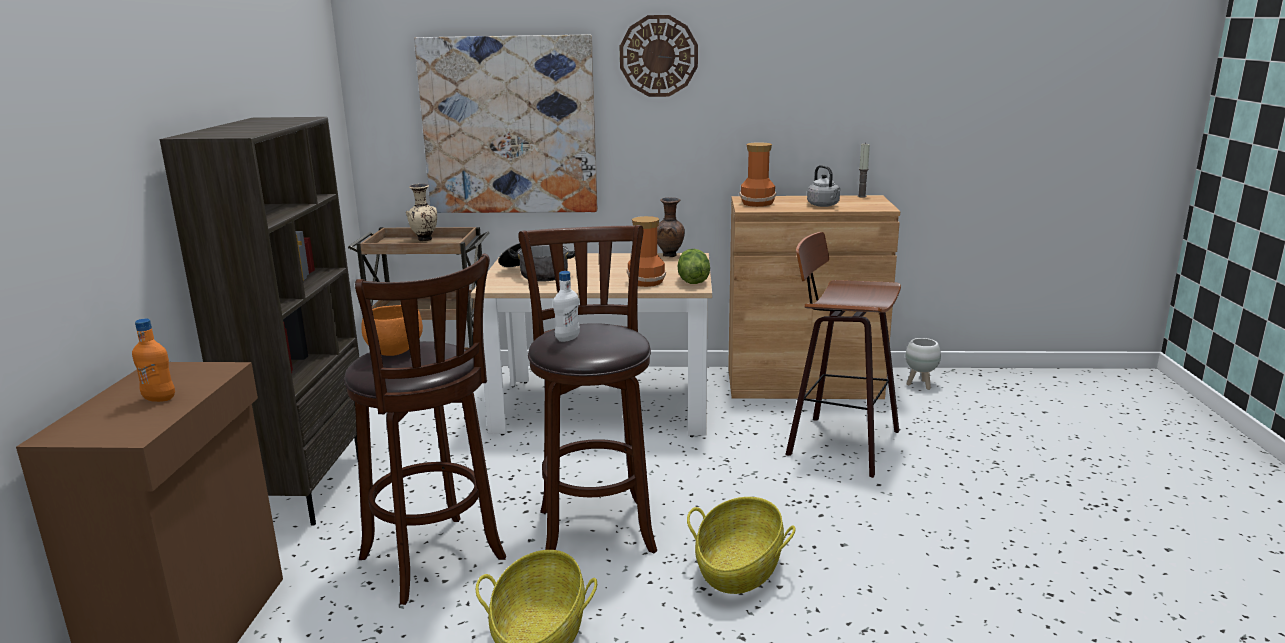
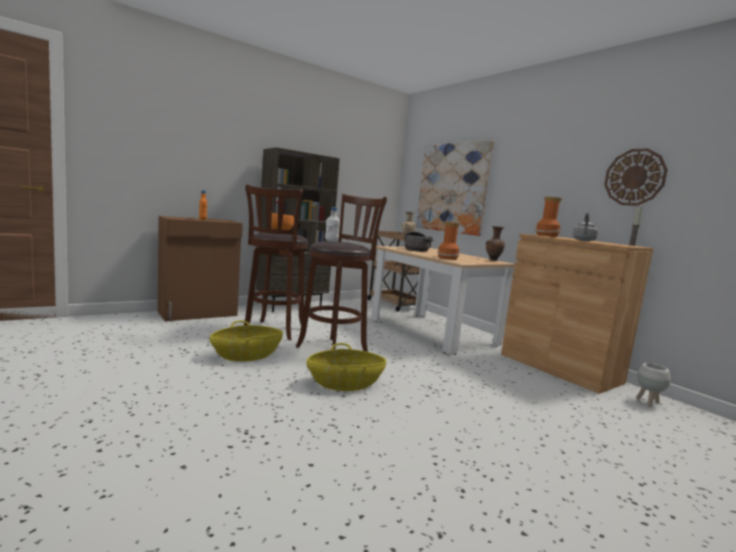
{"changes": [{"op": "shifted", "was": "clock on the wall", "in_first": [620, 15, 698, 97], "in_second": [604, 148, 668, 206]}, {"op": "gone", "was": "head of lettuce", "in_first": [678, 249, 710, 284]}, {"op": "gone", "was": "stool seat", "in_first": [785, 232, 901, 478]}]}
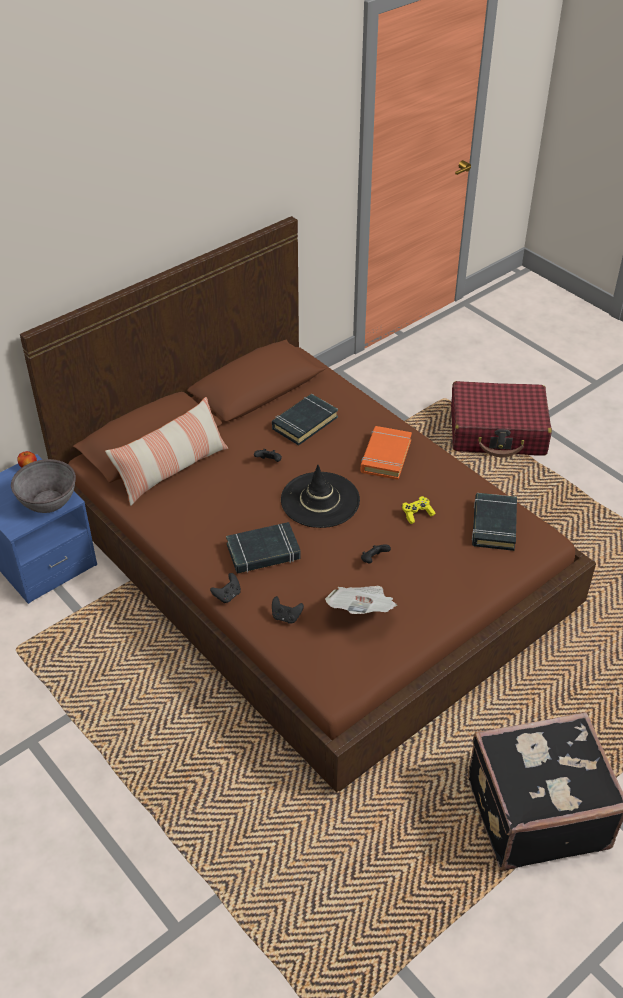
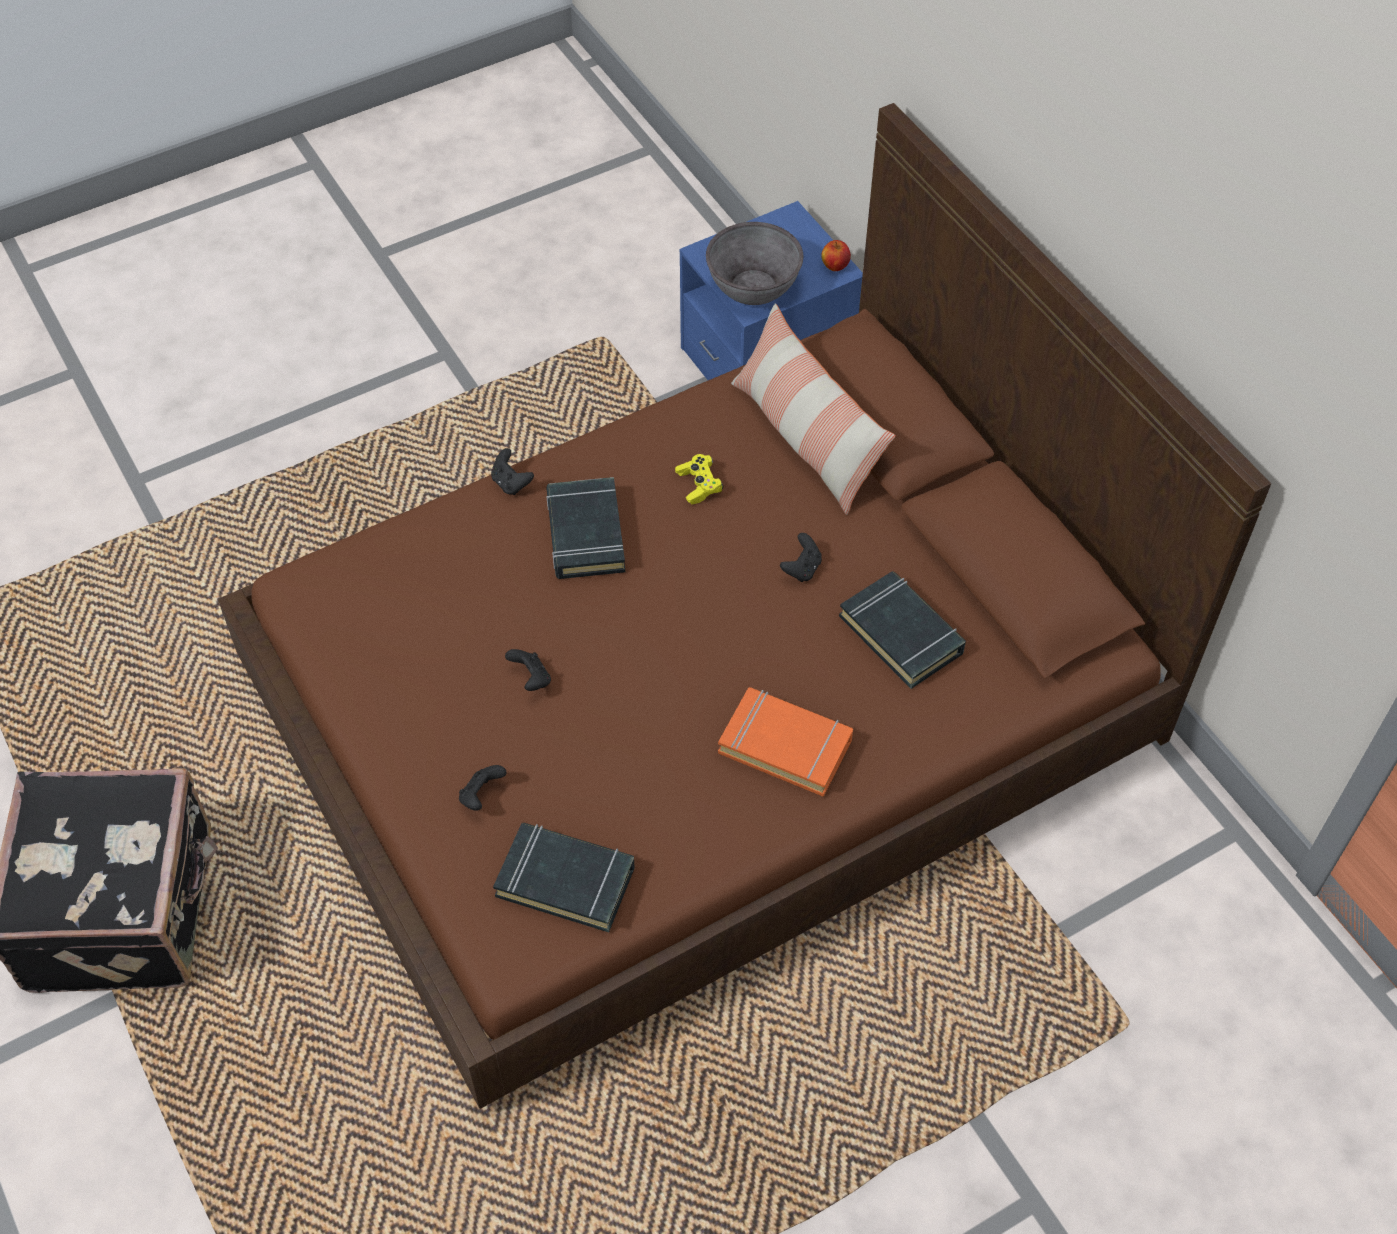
{"changes": [{"op": "shifted", "was": "joypad in blackish", "in_first": [272, 596, 304, 623], "in_second": [459, 765, 506, 811]}, {"op": "shifted", "was": "joypad in yellow-coloured", "in_first": [402, 496, 435, 524], "in_second": [675, 454, 724, 505]}, {"op": "gone", "was": "wearable hat in blackish", "in_first": [281, 465, 360, 528]}, {"op": "gone", "was": "newspaper", "in_first": [325, 586, 397, 614]}, {"op": "gone", "was": "suitcase in red", "in_first": [451, 381, 552, 457]}]}
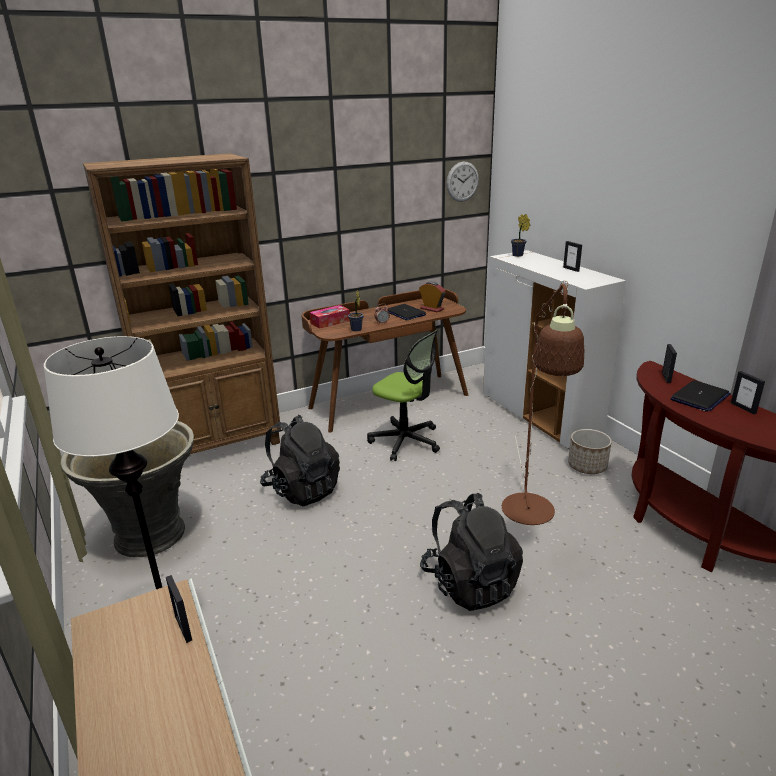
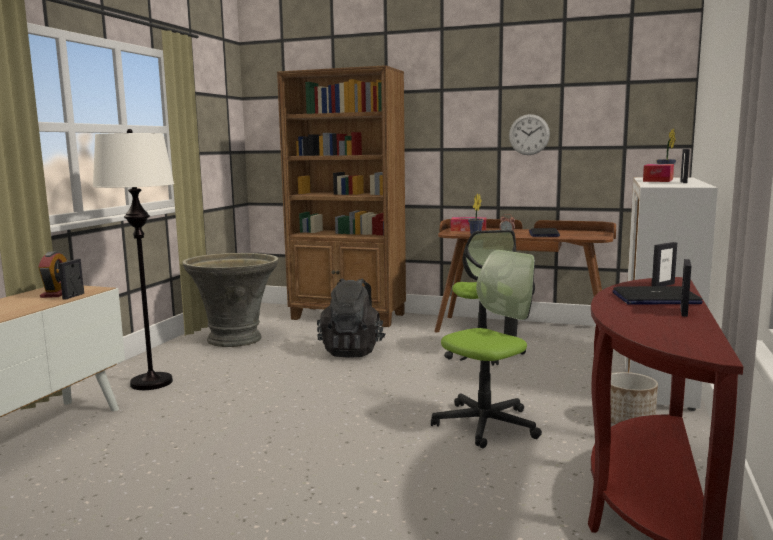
{"changes": [{"op": "shifted", "was": "alarm clock", "in_first": [419, 282, 446, 313], "in_second": [38, 251, 67, 298]}, {"op": "swapped", "was": "floor lamp in brown-coloured", "now": "computer chair", "in_first": [502, 280, 585, 525], "in_second": [431, 250, 542, 448]}, {"op": "shifted", "was": "clock on the wall", "in_first": [446, 162, 479, 202], "in_second": [509, 114, 550, 155]}, {"op": "new", "now": "tissue holder", "in_second": [643, 164, 674, 182]}, {"op": "gone", "was": "rucksack in blackish", "in_first": [420, 493, 523, 611]}]}
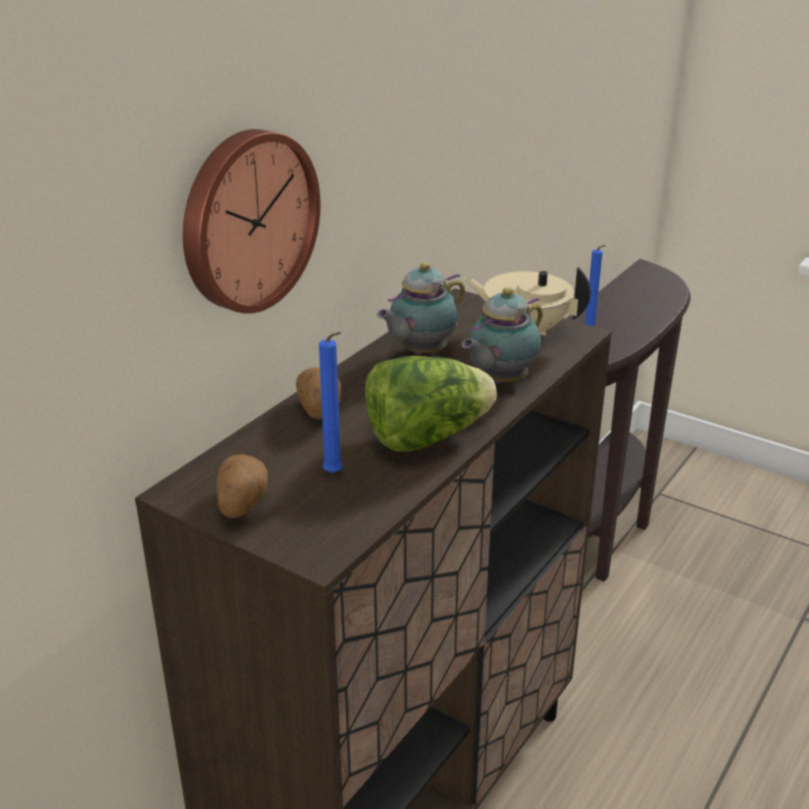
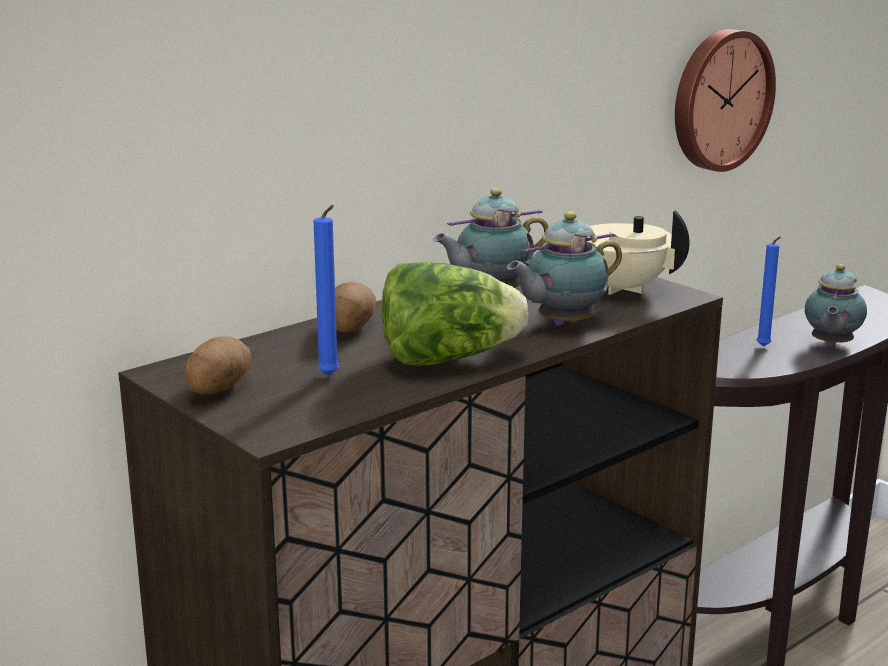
{"changes": [{"op": "shifted", "was": "clock on the wall", "in_first": [183, 129, 321, 314], "in_second": [675, 29, 776, 172]}, {"op": "new", "now": "tea pot", "in_second": [805, 264, 867, 347]}]}
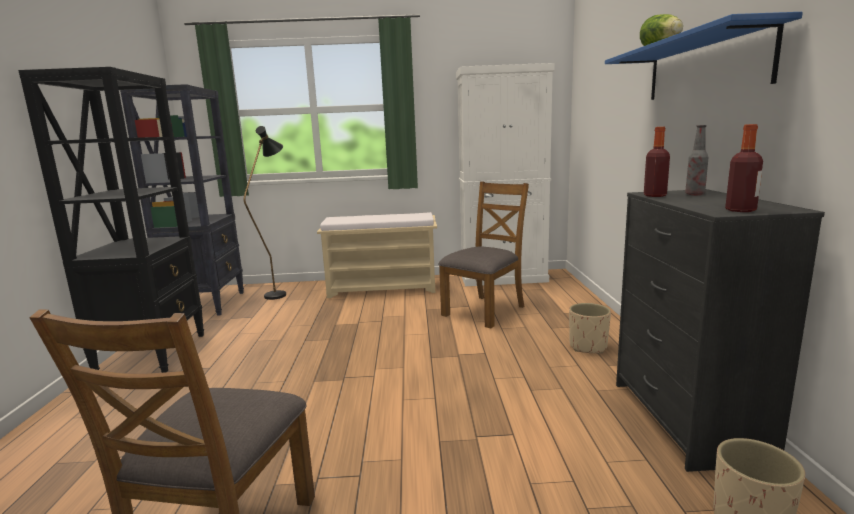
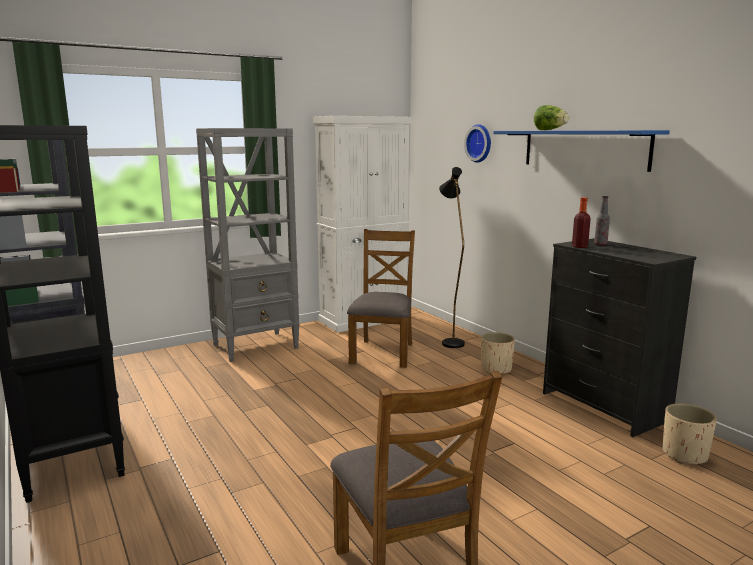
{"changes": [{"op": "swapped", "was": "indoor bench in sand-coloured", "now": "bookshelf in gray", "in_first": [317, 212, 437, 298], "in_second": [196, 128, 299, 362]}, {"op": "shifted", "was": "floor lamp in blackish", "in_first": [244, 126, 286, 300], "in_second": [439, 167, 465, 348]}, {"op": "new", "now": "clock on the wall", "in_second": [464, 124, 491, 163]}, {"op": "gone", "was": "beverage bottle", "in_first": [725, 124, 763, 212]}]}
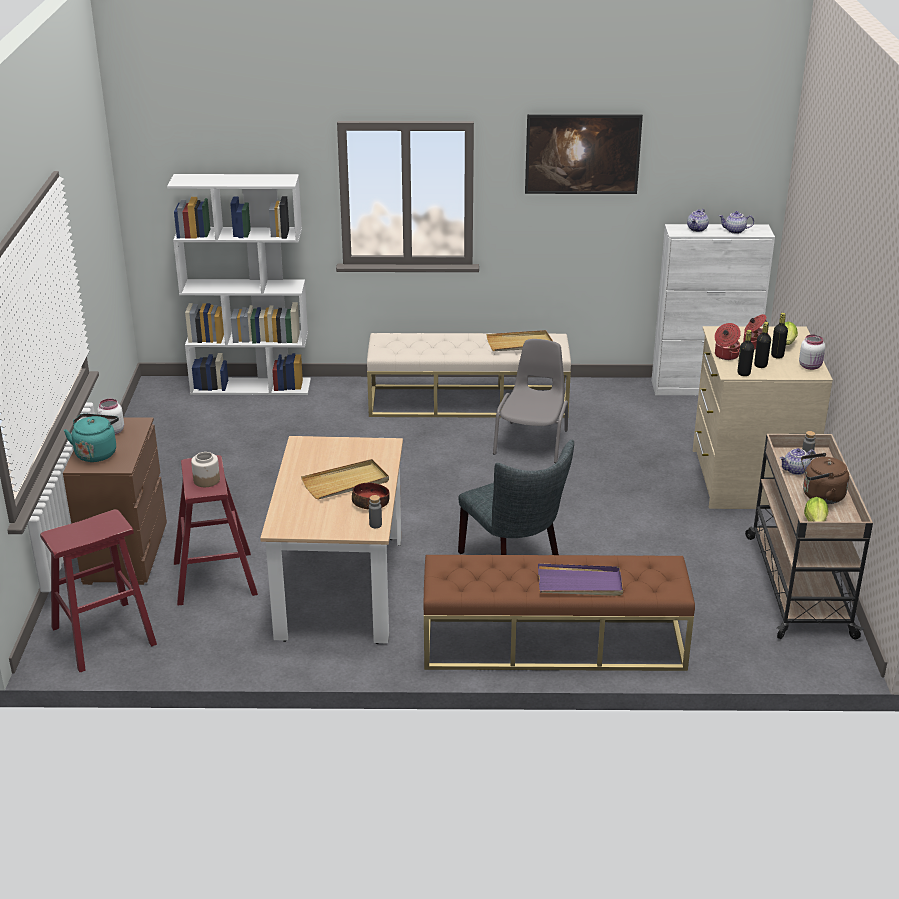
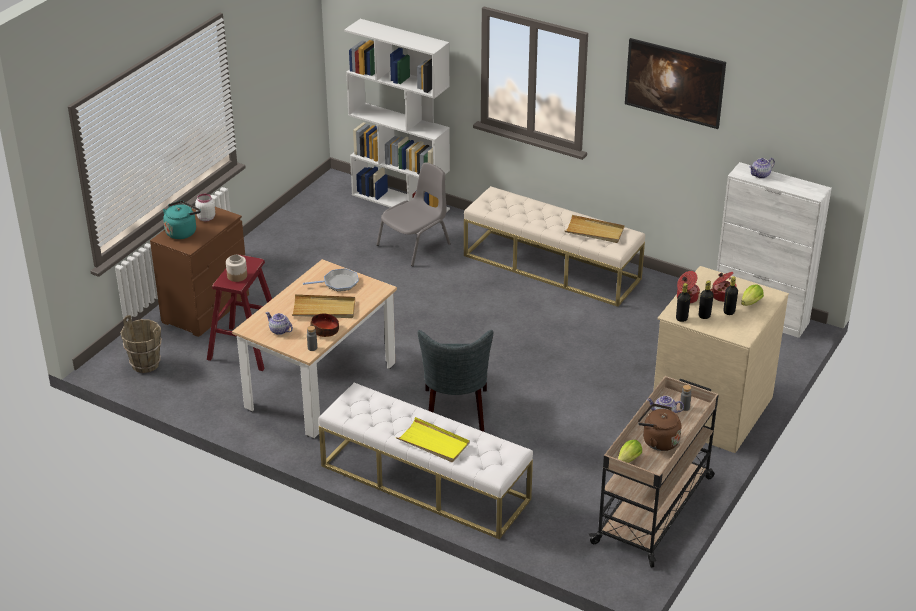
{"changes": [{"op": "swapped", "was": "stool seat in red", "now": "bucket in brown-coloured", "in_first": [40, 510, 157, 672], "in_second": [120, 315, 162, 373]}, {"op": "shifted", "was": "tea pot", "in_first": [719, 211, 754, 234], "in_second": [266, 312, 293, 335]}, {"op": "new", "now": "skillet", "in_second": [303, 268, 359, 291]}, {"op": "repainted", "was": "indoor bench in brown-coloured", "now": "indoor bench in white-coloured", "in_first": [423, 555, 695, 671], "in_second": [319, 383, 533, 539]}, {"op": "shifted", "was": "upright chair in gray", "in_first": [493, 339, 568, 463], "in_second": [376, 162, 451, 266]}, {"op": "repainted", "was": "serving tray in purple-coloured", "now": "serving tray in yellow-coloured", "in_first": [538, 563, 623, 596], "in_second": [396, 417, 470, 462]}, {"op": "gone", "was": "preserve jar in white-coloured", "in_first": [799, 335, 825, 370]}]}
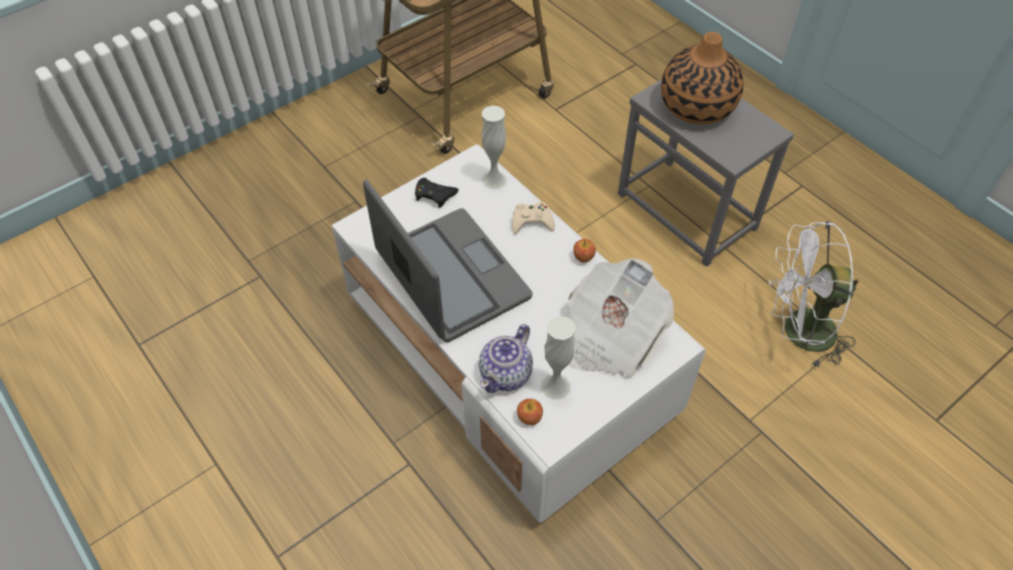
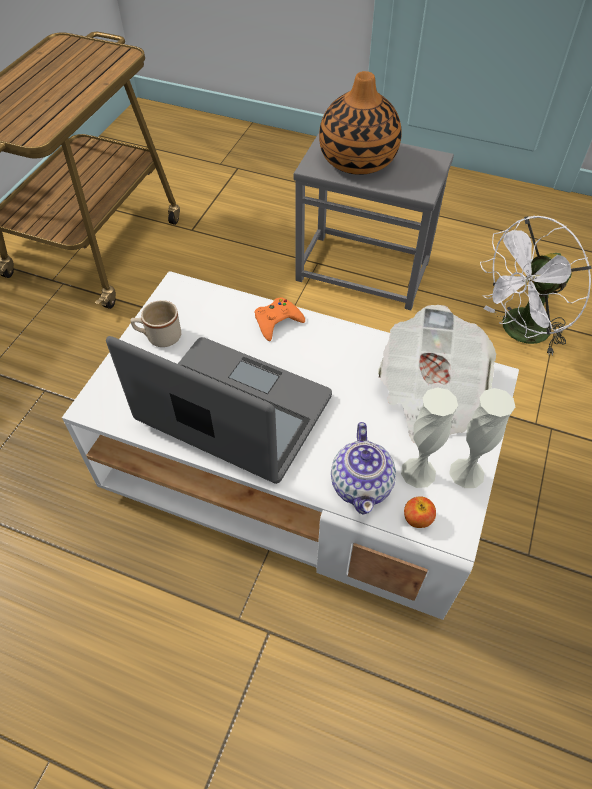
{"changes": [{"op": "swapped", "was": "joypad in blackish", "now": "mug in sand-coloured", "in_first": [415, 178, 459, 208], "in_second": [131, 300, 181, 347]}, {"op": "repainted", "was": "joypad in sand-coloured", "now": "joypad in orangey", "in_first": [512, 202, 555, 235], "in_second": [255, 297, 305, 341]}, {"op": "shifted", "was": "flower vase in white-coloured", "in_first": [482, 105, 507, 189], "in_second": [449, 388, 515, 488]}, {"op": "gone", "was": "whole apple", "in_first": [573, 239, 596, 262]}]}
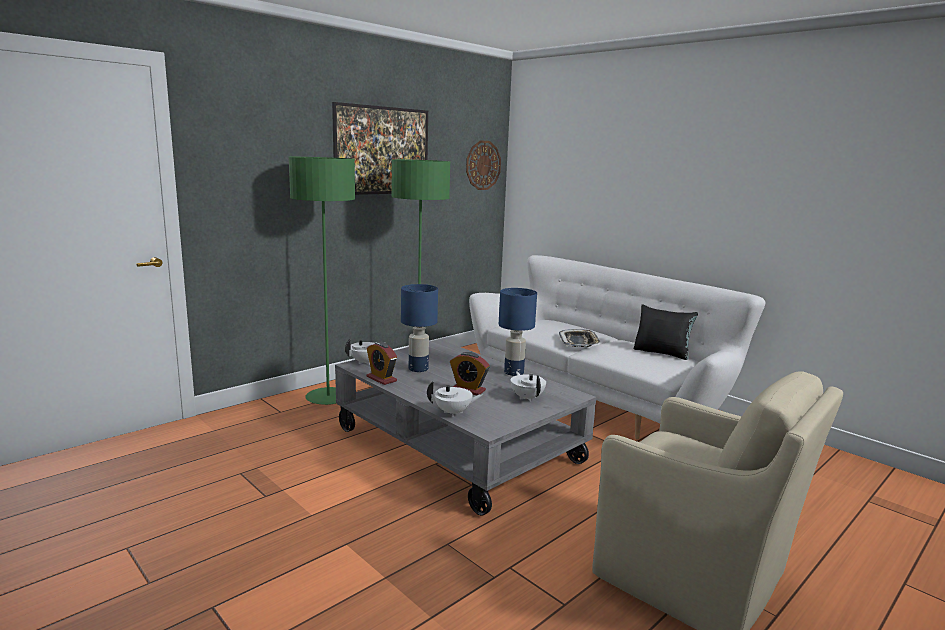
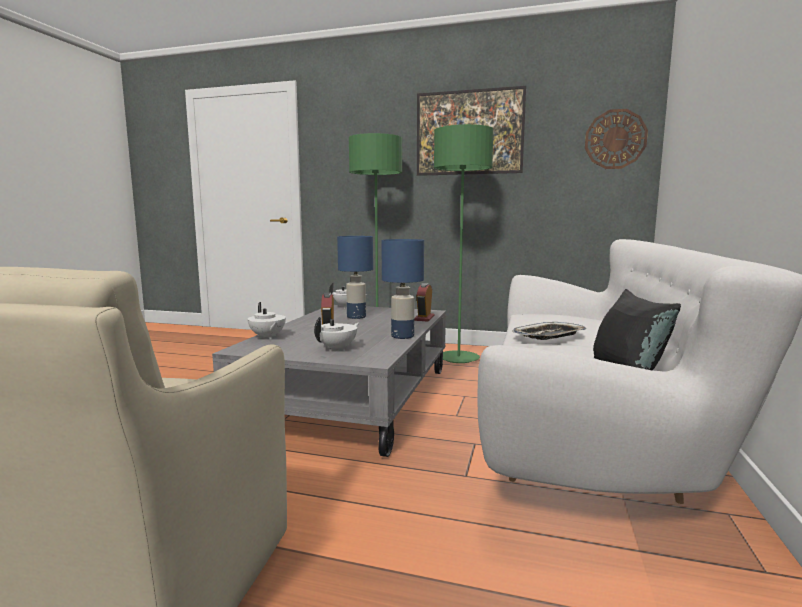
{"changes": [{"op": "shifted", "was": "alarm clock", "in_first": [367, 342, 397, 385], "in_second": [414, 283, 434, 322]}]}
